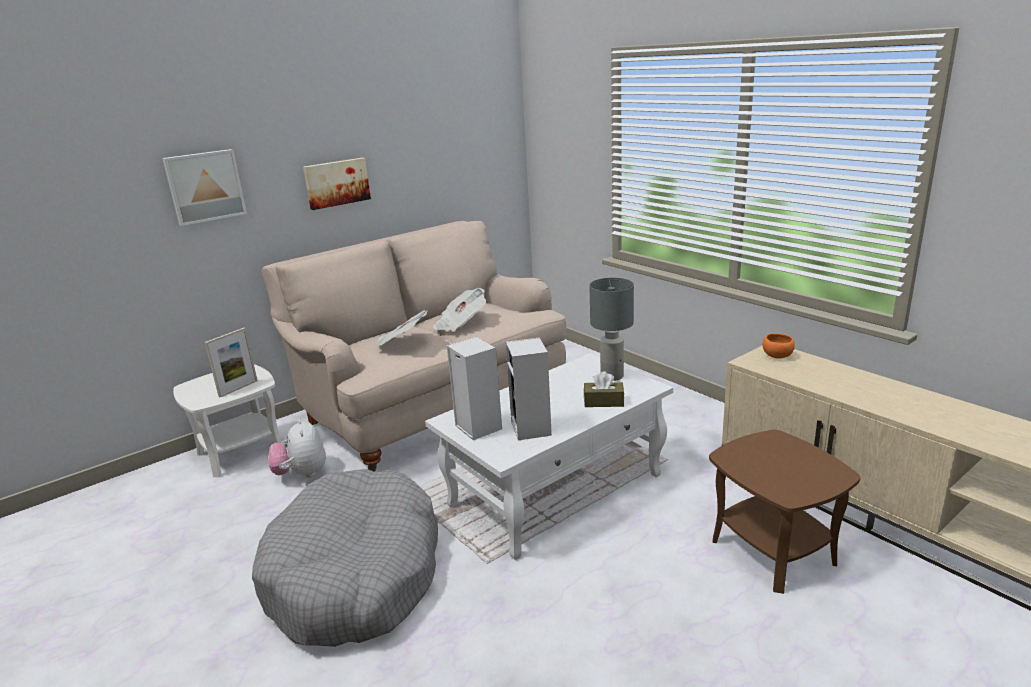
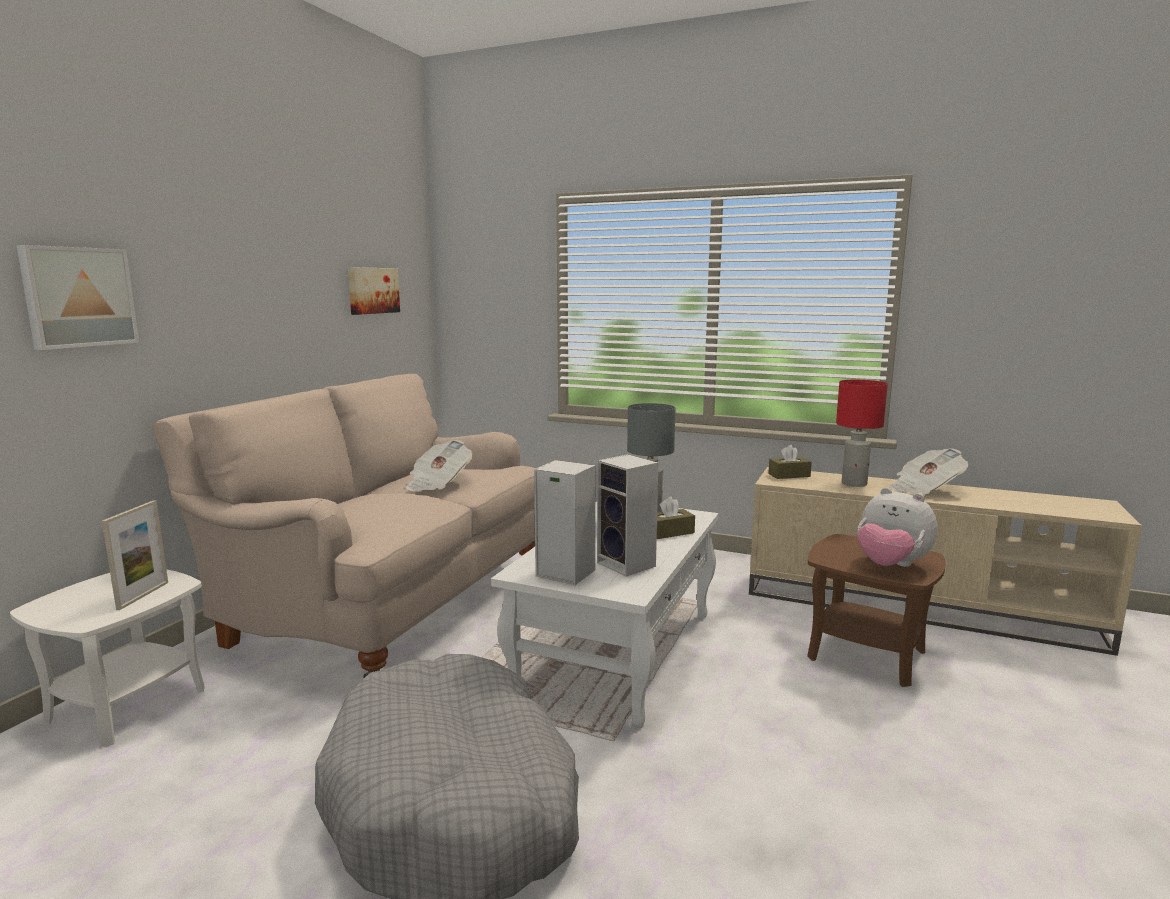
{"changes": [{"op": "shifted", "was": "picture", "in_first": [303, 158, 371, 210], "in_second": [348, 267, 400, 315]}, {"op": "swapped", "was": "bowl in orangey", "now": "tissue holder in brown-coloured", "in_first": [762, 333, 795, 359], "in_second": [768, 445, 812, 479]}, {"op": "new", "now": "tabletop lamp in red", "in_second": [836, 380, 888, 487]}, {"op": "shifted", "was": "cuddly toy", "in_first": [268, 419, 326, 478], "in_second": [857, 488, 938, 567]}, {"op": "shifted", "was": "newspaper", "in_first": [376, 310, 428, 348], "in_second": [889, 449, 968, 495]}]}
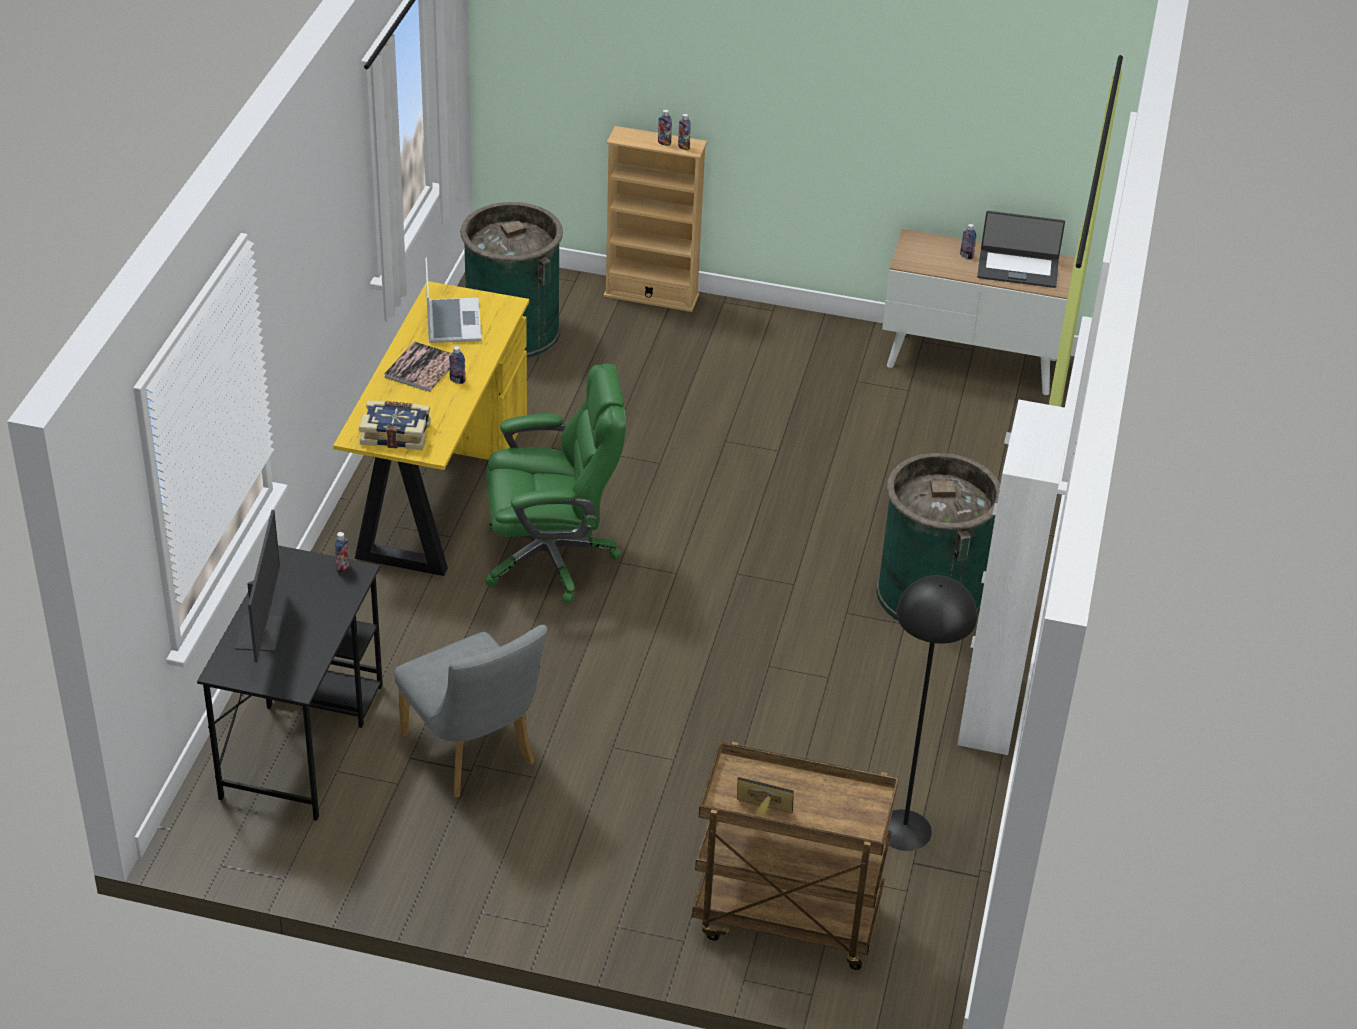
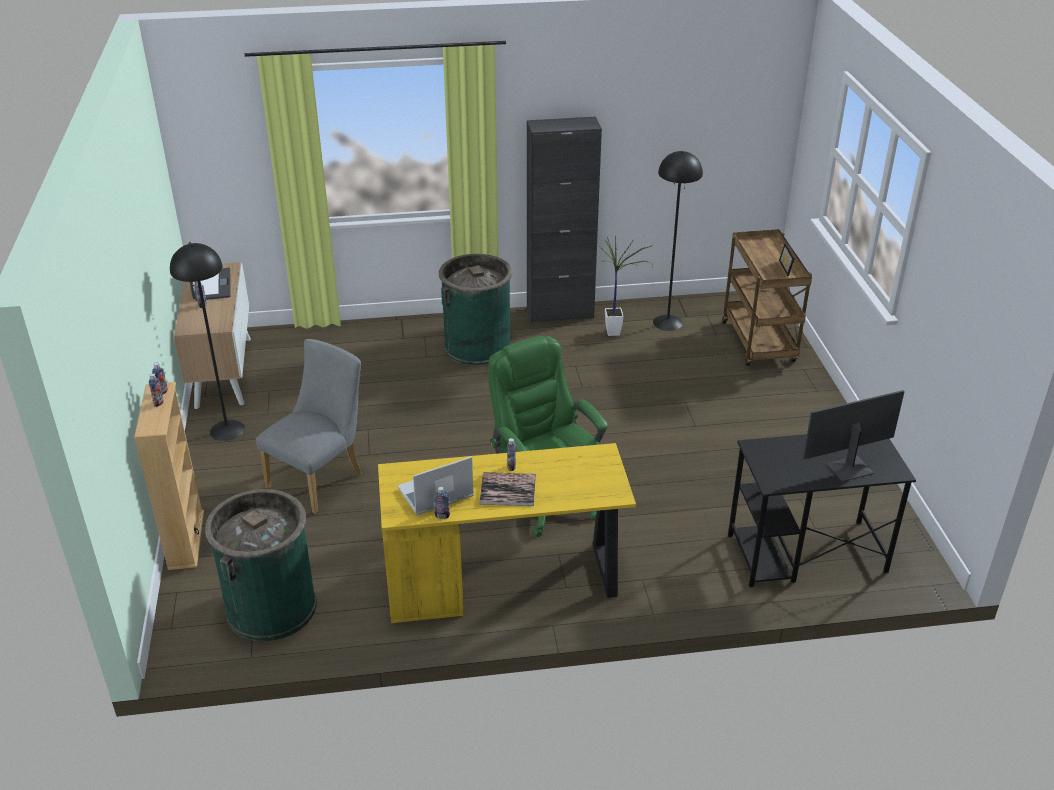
{"changes": [{"op": "new", "now": "floor lamp in blackish", "in_second": [170, 243, 245, 441]}, {"op": "shifted", "was": "upright chair in gray", "in_first": [394, 625, 548, 797], "in_second": [256, 339, 362, 513]}, {"op": "shifted", "was": "beverage bottle", "in_first": [335, 532, 350, 573], "in_second": [433, 487, 450, 519]}, {"op": "repainted", "was": "cabinet in white-coloured", "now": "cabinet in blackish", "in_first": [957, 400, 1073, 755], "in_second": [527, 117, 602, 323]}, {"op": "new", "now": "potted plant", "in_second": [596, 235, 653, 336]}, {"op": "gone", "was": "bound book", "in_first": [359, 401, 431, 450]}]}
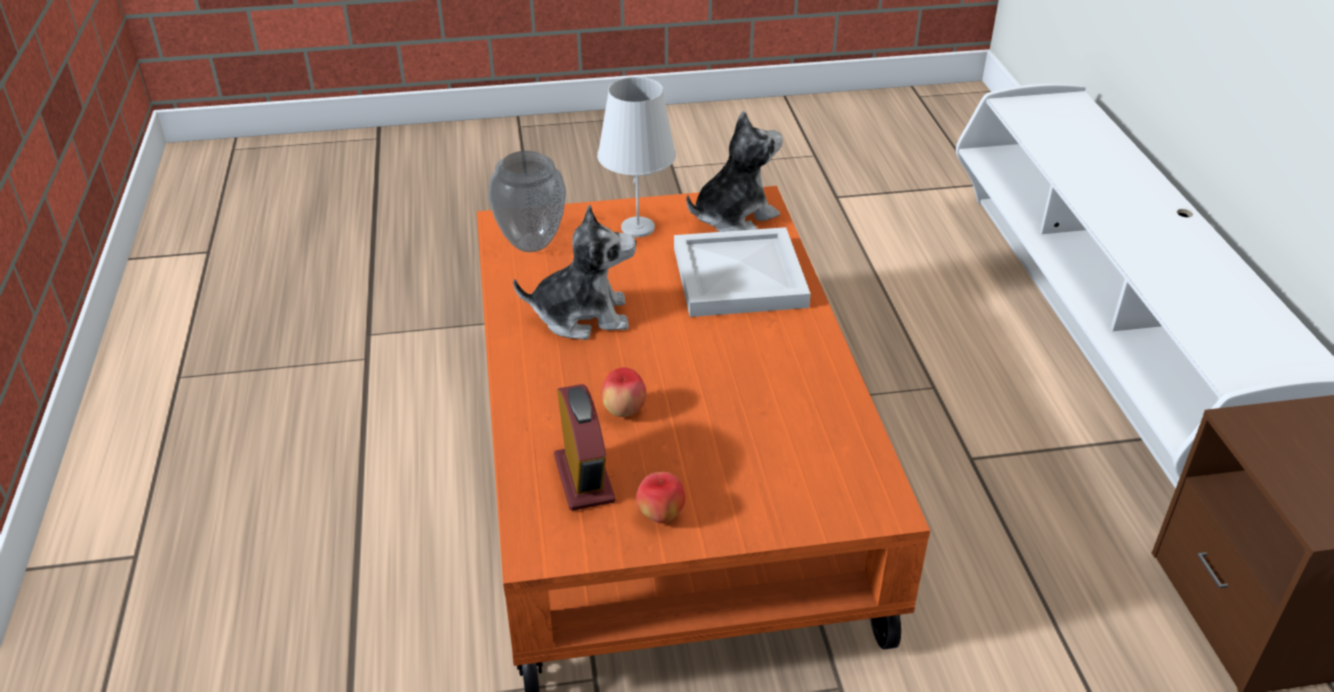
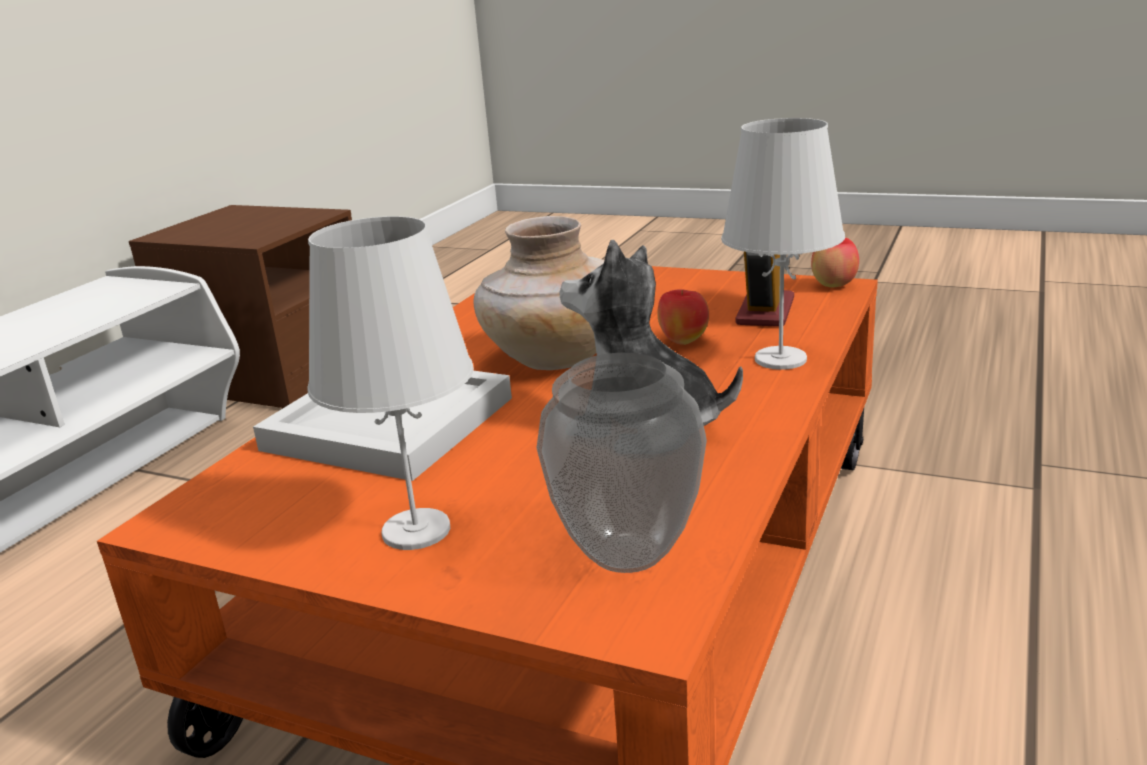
{"changes": [{"op": "new", "now": "flower vase in sand-coloured", "in_second": [473, 216, 604, 370]}, {"op": "new", "now": "tabletop lamp in white-coloured", "in_second": [721, 118, 845, 370]}, {"op": "shifted", "was": "whole apple", "in_first": [636, 472, 685, 523], "in_second": [811, 237, 859, 287]}, {"op": "gone", "was": "cuddly toy", "in_first": [687, 111, 783, 232]}]}
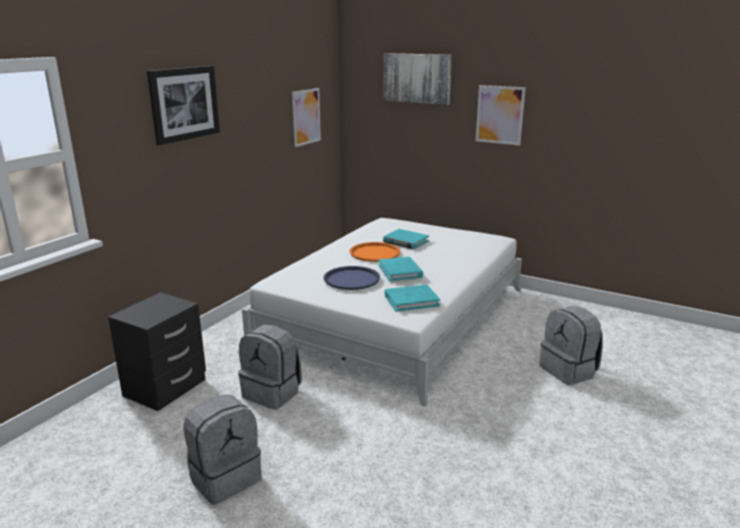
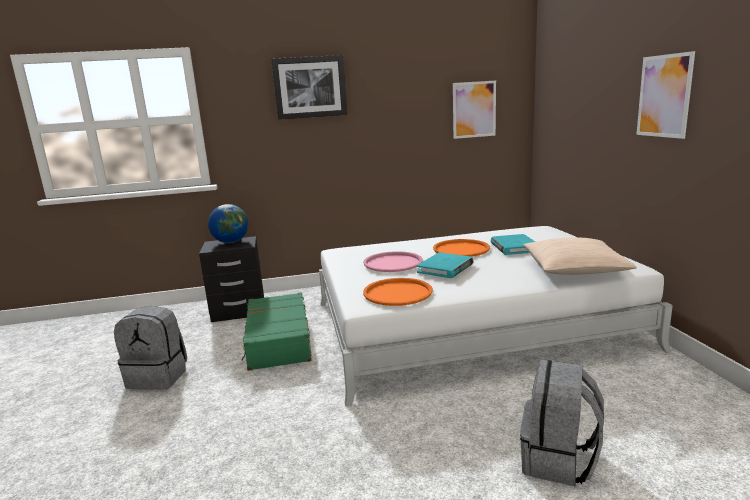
{"changes": [{"op": "new", "now": "desk globe", "in_second": [208, 204, 249, 243]}, {"op": "swapped", "was": "rucksack in gray", "now": "suitcase in green-coloured", "in_first": [238, 324, 302, 410], "in_second": [241, 292, 311, 371]}, {"op": "repainted", "was": "serving tray in blue", "now": "serving tray in pink-coloured", "in_first": [324, 266, 380, 290], "in_second": [363, 251, 423, 272]}, {"op": "swapped", "was": "bound book in turquoise", "now": "serving tray in orangey", "in_first": [385, 285, 440, 312], "in_second": [363, 278, 433, 306]}, {"op": "new", "now": "cushion in sand-coloured", "in_second": [523, 238, 637, 275]}, {"op": "gone", "was": "picture", "in_first": [383, 53, 452, 105]}]}
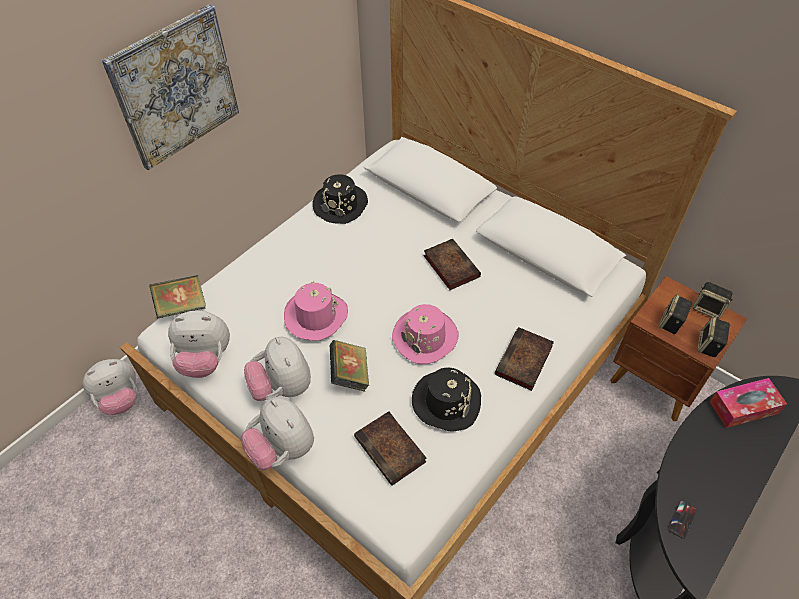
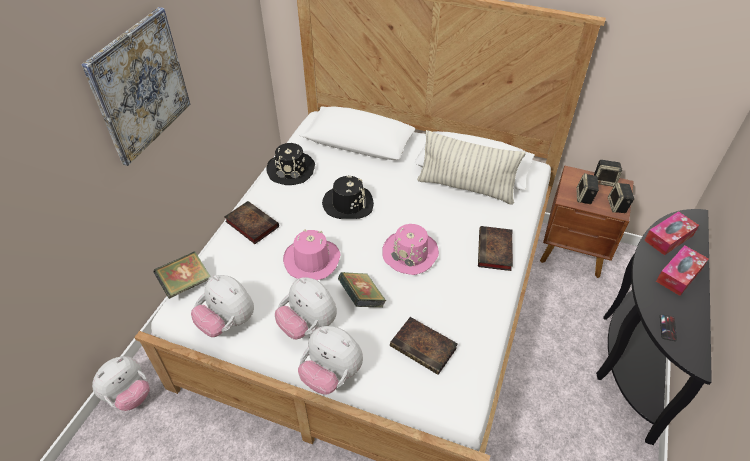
{"changes": [{"op": "rotated", "was": "cuddly toy", "in_first": [168, 310, 230, 378], "in_second": [191, 275, 254, 337], "clockwise": 60}, {"op": "shifted", "was": "bound book", "in_first": [424, 239, 481, 290], "in_second": [224, 201, 279, 244]}, {"op": "shifted", "was": "wearable hat in blackish", "in_first": [412, 367, 481, 432], "in_second": [322, 176, 374, 219]}, {"op": "new", "now": "cushion", "in_second": [417, 130, 526, 205]}, {"op": "new", "now": "tissue holder", "in_second": [656, 245, 709, 296]}]}
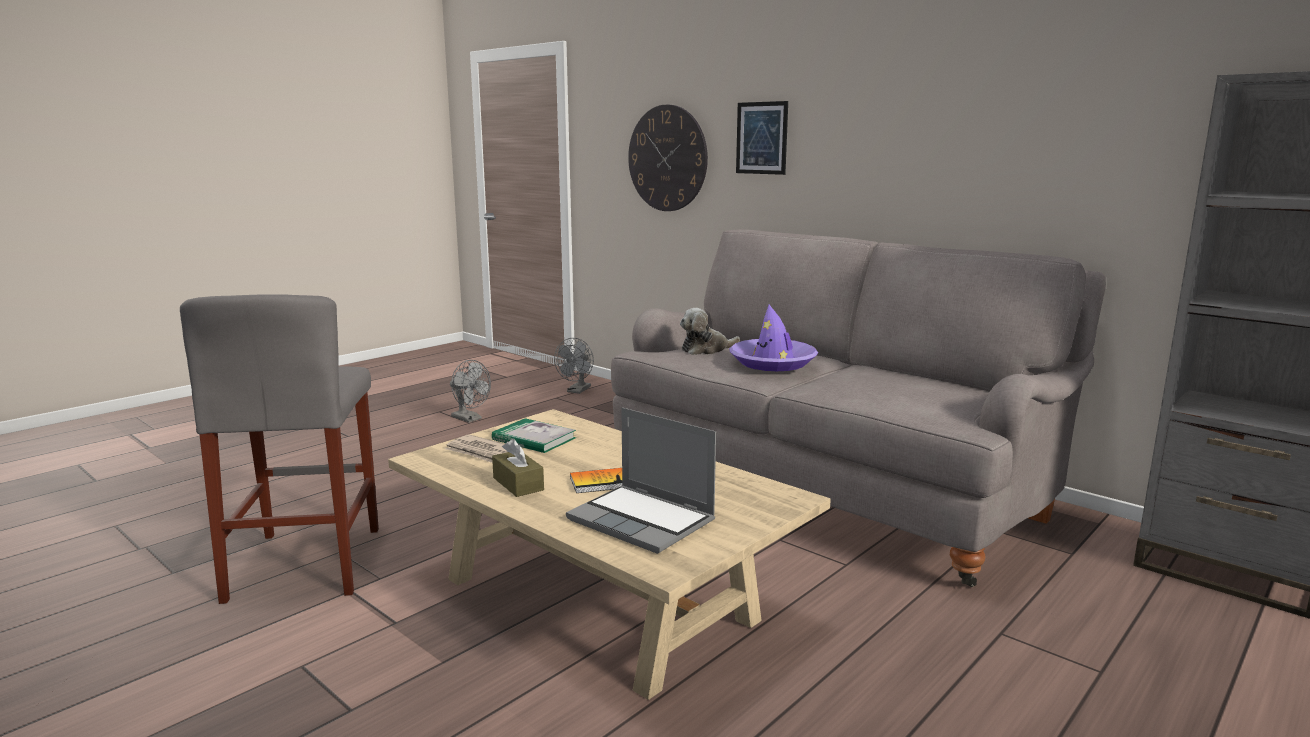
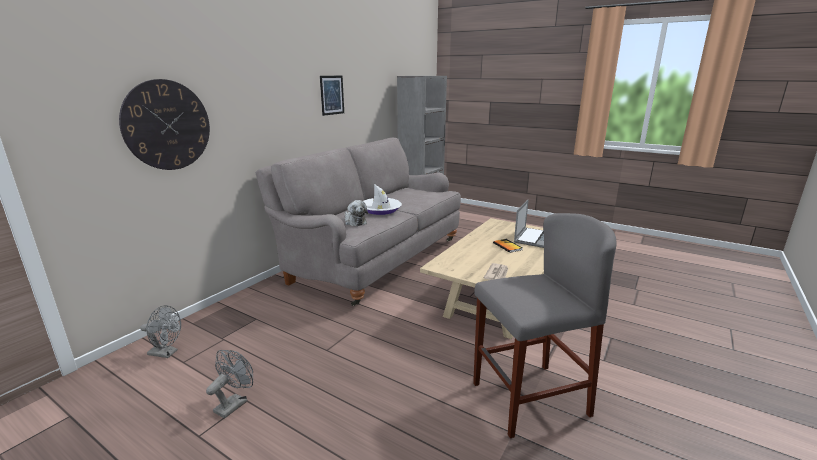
{"changes": [{"op": "shifted", "was": "picture", "in_first": [736, 101, 788, 175], "in_second": [320, 76, 344, 116]}, {"op": "repainted", "was": "wearable hat in purple-coloured", "now": "wearable hat in white-coloured", "in_first": [729, 305, 818, 371], "in_second": [364, 184, 402, 215]}, {"op": "gone", "was": "bound book", "in_first": [492, 418, 576, 453]}, {"op": "gone", "was": "tissue holder in brown-coloured", "in_first": [492, 439, 544, 497]}]}
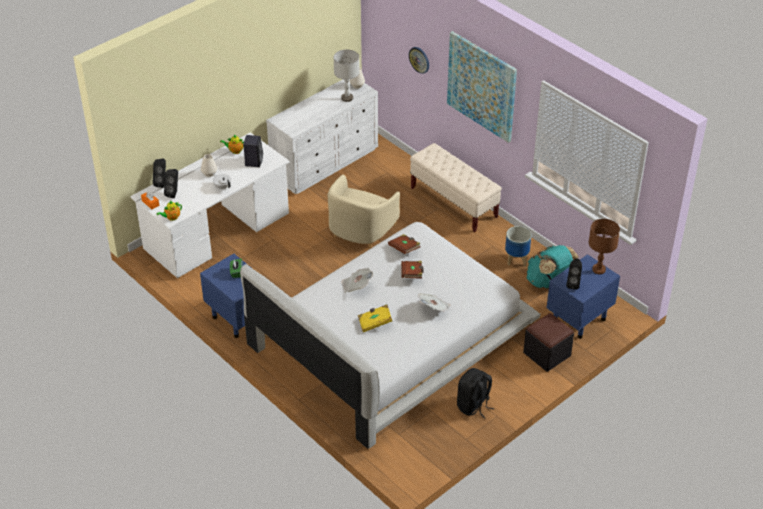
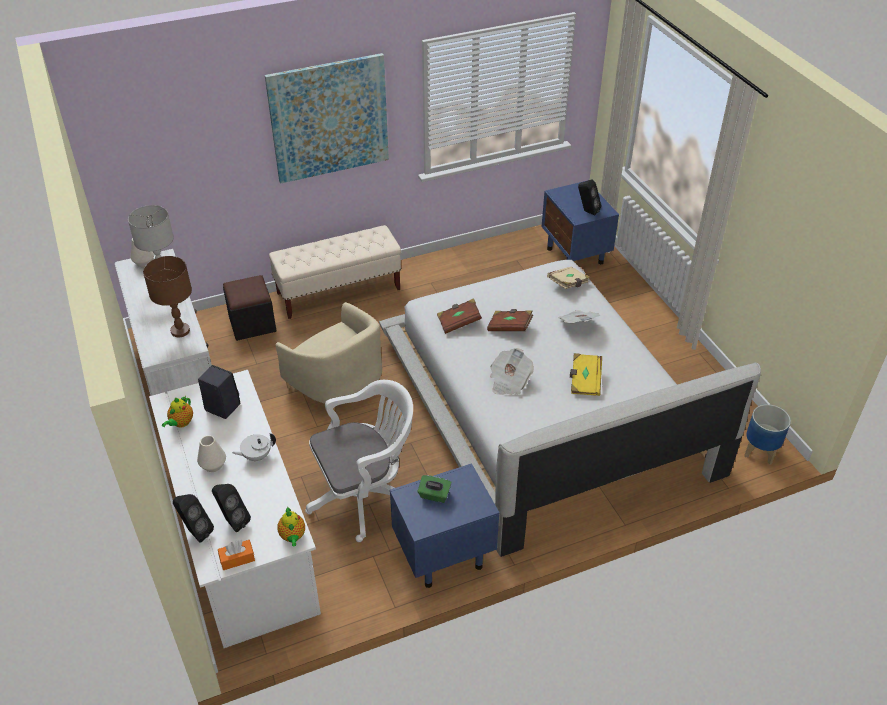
{"changes": [{"op": "shifted", "was": "tabletop lamp in brown-coloured", "in_first": [589, 219, 620, 274], "in_second": [143, 256, 192, 337]}, {"op": "shifted", "was": "footrest in blackish", "in_first": [523, 313, 574, 372], "in_second": [223, 275, 276, 341]}, {"op": "new", "now": "computer chair in white-coloured", "in_second": [305, 380, 413, 542]}, {"op": "new", "now": "bound book in sand-coloured", "in_second": [547, 266, 590, 289]}, {"op": "shifted", "was": "plant pot", "in_first": [505, 226, 532, 266], "in_second": [744, 404, 791, 465]}, {"op": "gone", "was": "clock on the wall", "in_first": [409, 47, 429, 74]}, {"op": "gone", "was": "rucksack in blackish", "in_first": [457, 368, 494, 419]}, {"op": "gone", "was": "rucksack in turquoise", "in_first": [527, 245, 579, 288]}]}
